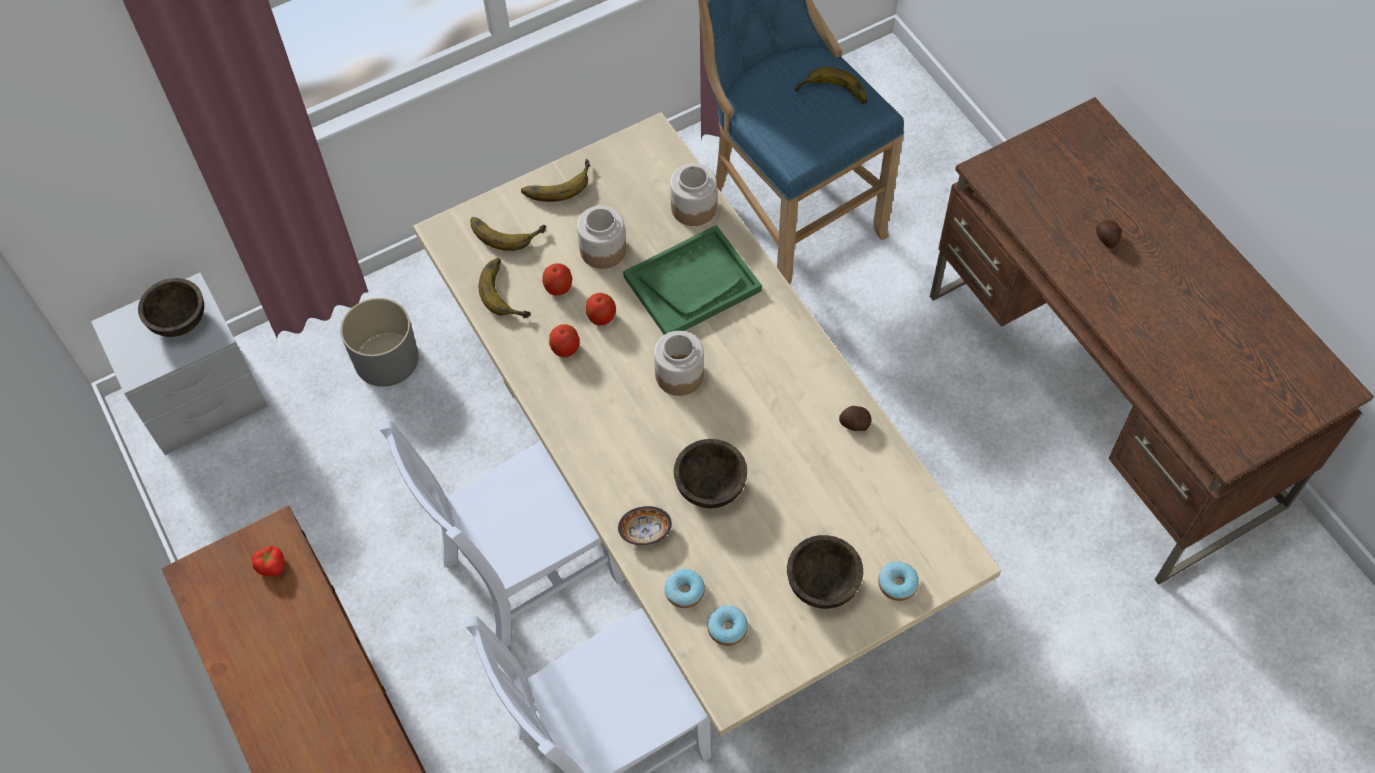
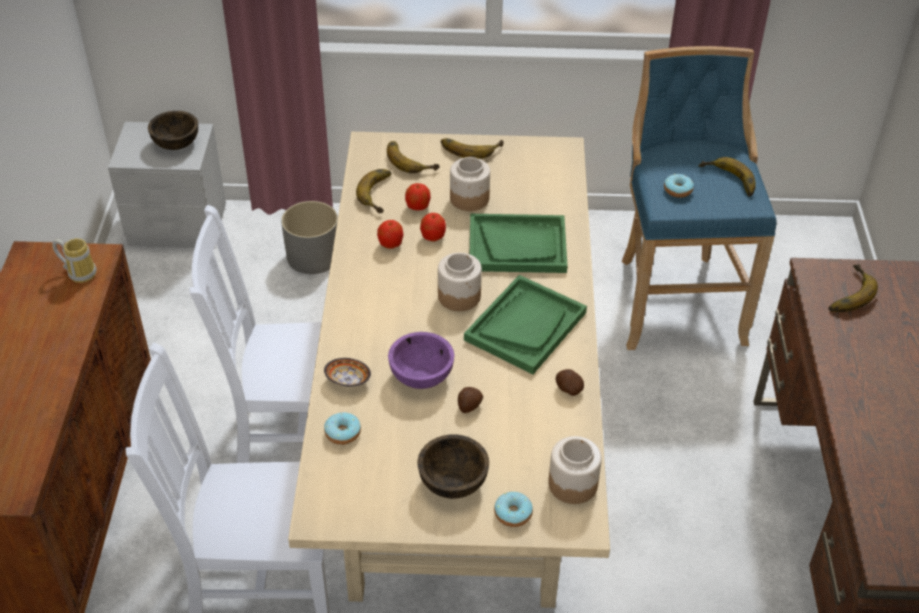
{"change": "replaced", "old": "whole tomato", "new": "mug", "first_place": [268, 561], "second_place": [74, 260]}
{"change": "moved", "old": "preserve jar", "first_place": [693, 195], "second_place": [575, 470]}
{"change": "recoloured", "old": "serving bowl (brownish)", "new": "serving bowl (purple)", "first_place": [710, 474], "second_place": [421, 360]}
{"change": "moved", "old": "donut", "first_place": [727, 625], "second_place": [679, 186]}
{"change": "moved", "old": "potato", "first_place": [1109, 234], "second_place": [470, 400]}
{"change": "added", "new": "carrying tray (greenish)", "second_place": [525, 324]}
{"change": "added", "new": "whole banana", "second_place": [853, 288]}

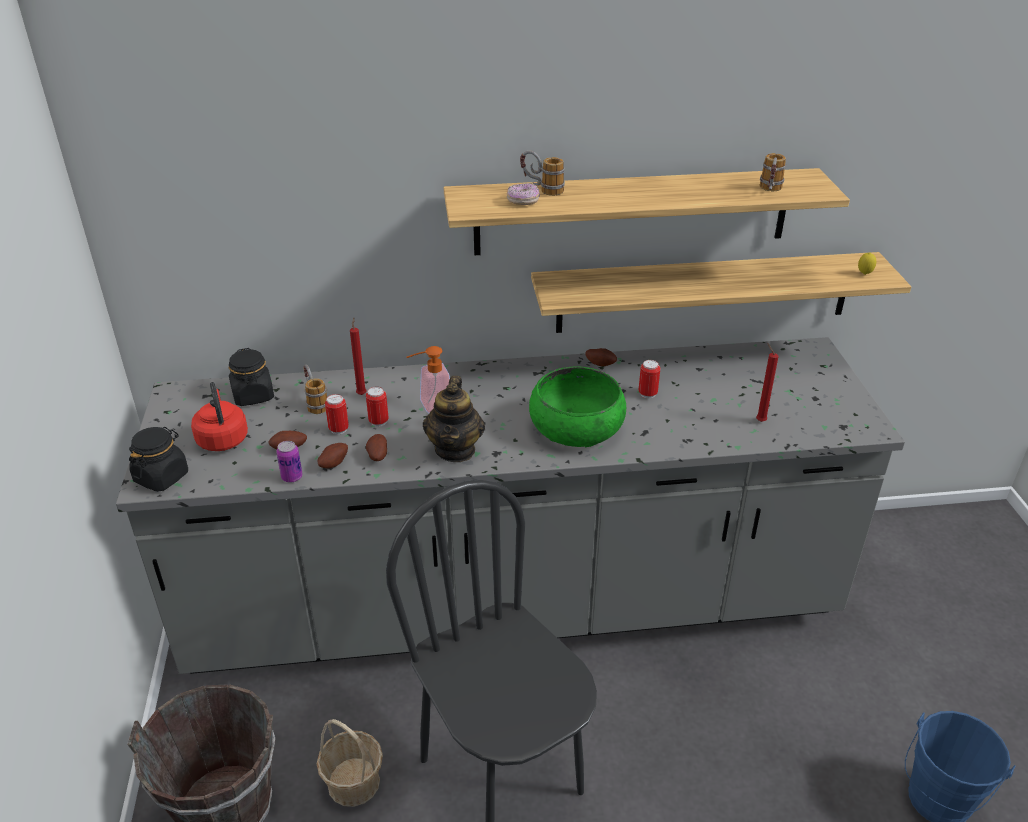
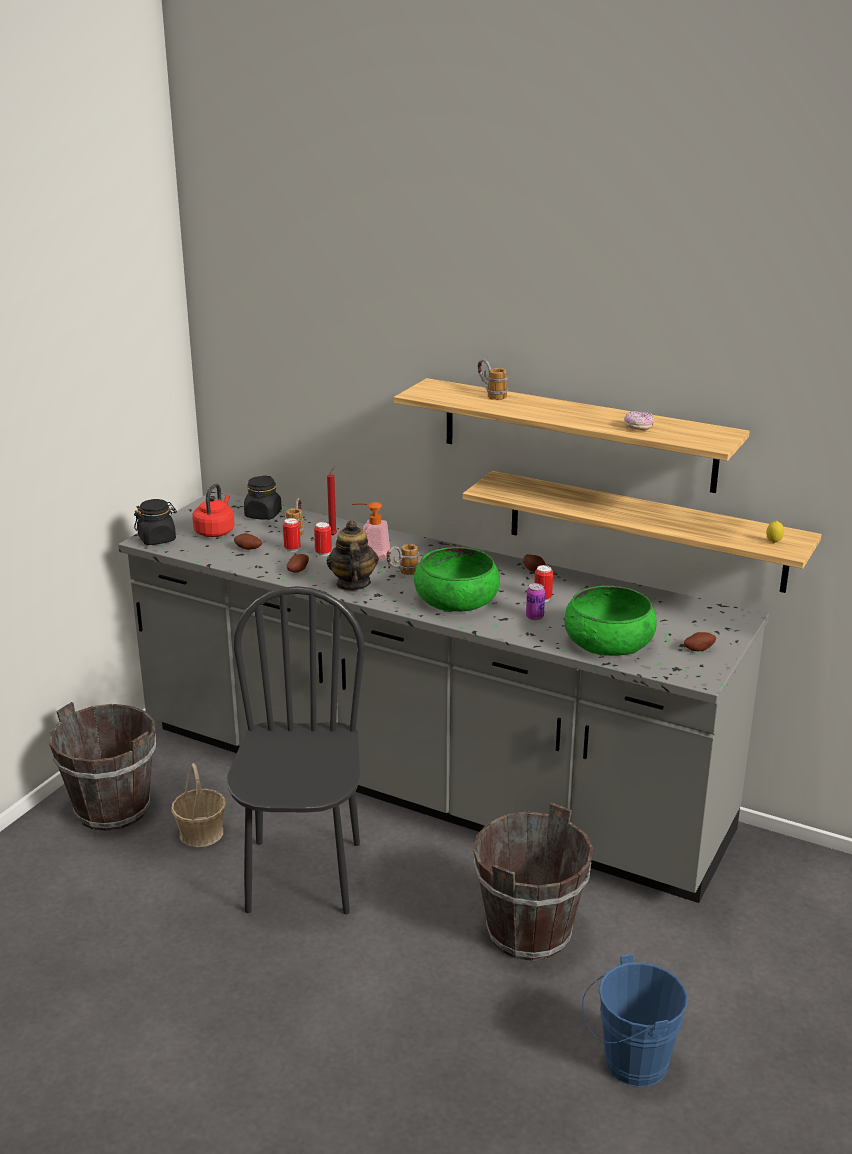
{"change": "moved", "old": "can", "first_place": [289, 461], "second_place": [535, 601]}
{"change": "moved", "old": "potato", "first_place": [332, 456], "second_place": [700, 641]}
{"change": "turned", "old": "pot for tea", "first_place": [454, 419], "second_place": [353, 555], "degrees": 135}
{"change": "moved", "old": "donut", "first_place": [523, 194], "second_place": [639, 420]}
{"change": "replaced", "old": "candle (red-coloured)", "new": "serving bowl (greenish)", "first_place": [767, 382], "second_place": [610, 621]}
{"change": "moved", "old": "mug", "first_place": [772, 172], "second_place": [402, 559]}
{"change": "added", "new": "water bucket (brownish)", "second_place": [533, 882]}

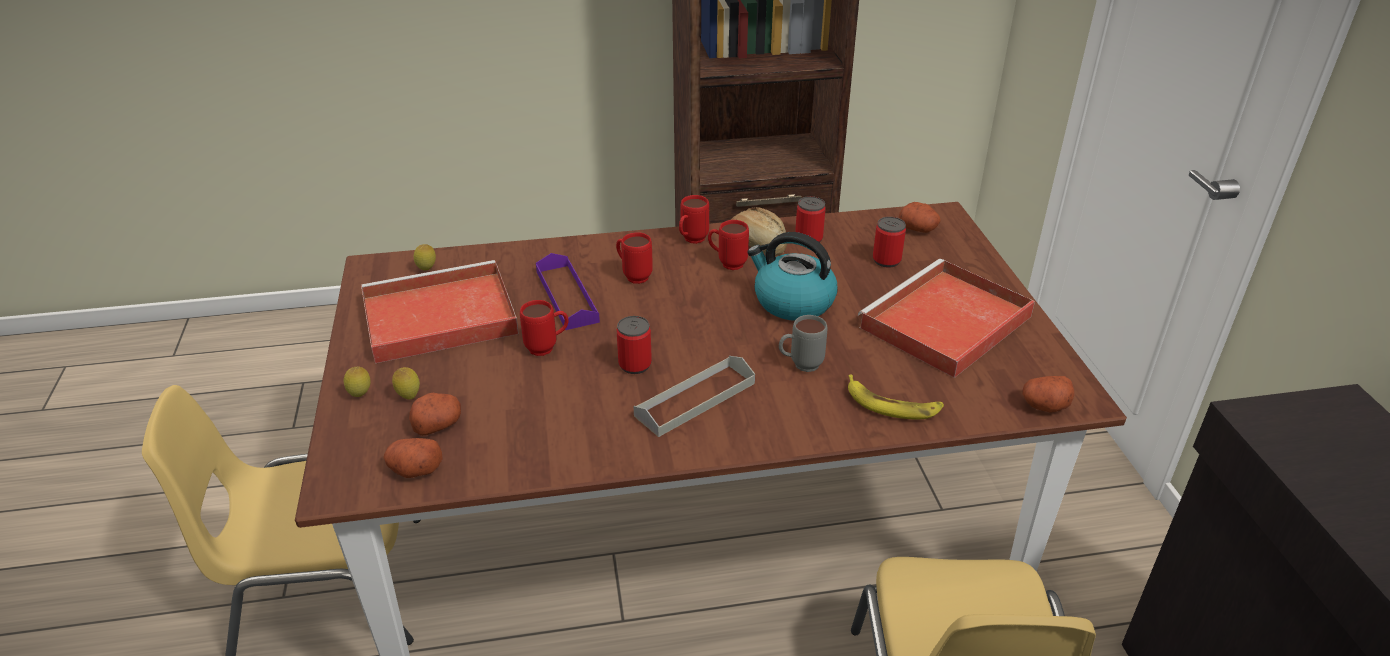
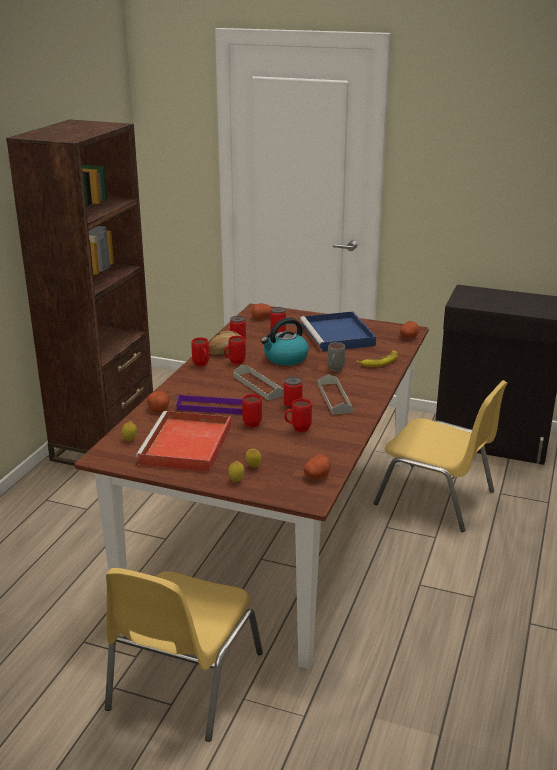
{"change": "moved", "old": "potato", "first_place": [435, 414], "second_place": [158, 401]}
{"change": "moved", "old": "mug (red-coloured)", "first_place": [634, 258], "second_place": [298, 415]}
{"change": "recoloured", "old": "carrying tray (red-coloured)", "new": "carrying tray (blue-coloured)", "first_place": [946, 318], "second_place": [338, 331]}
{"change": "added", "new": "carrying tray (greyish)", "second_place": [259, 382]}

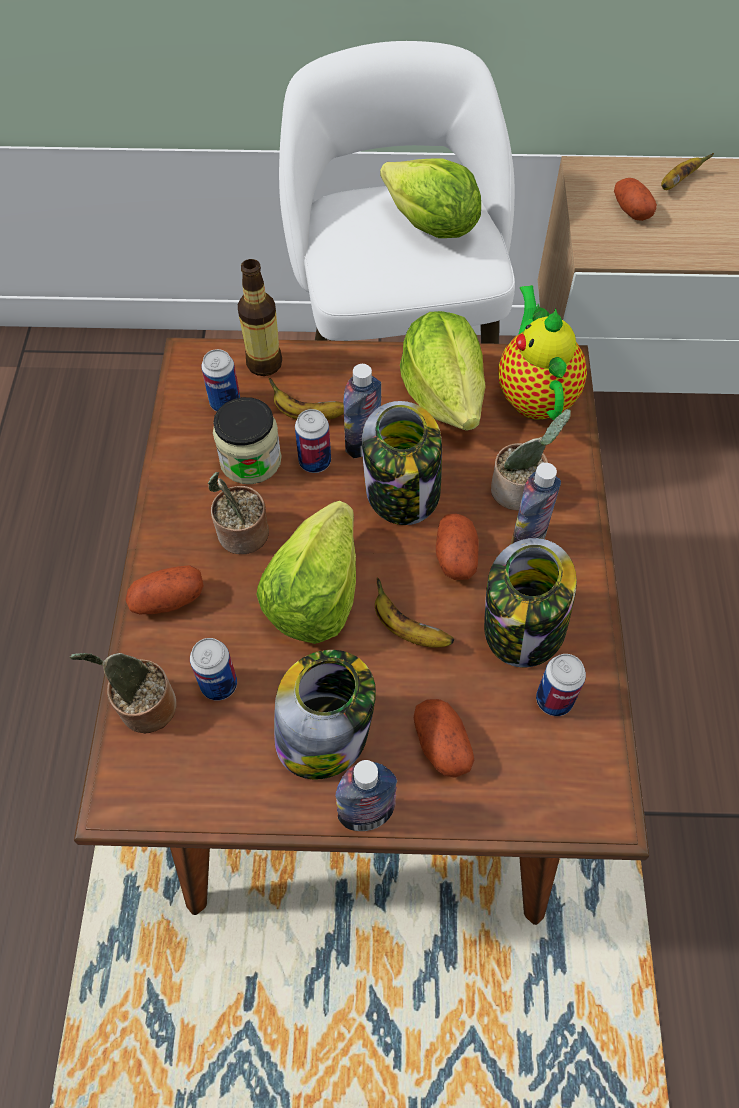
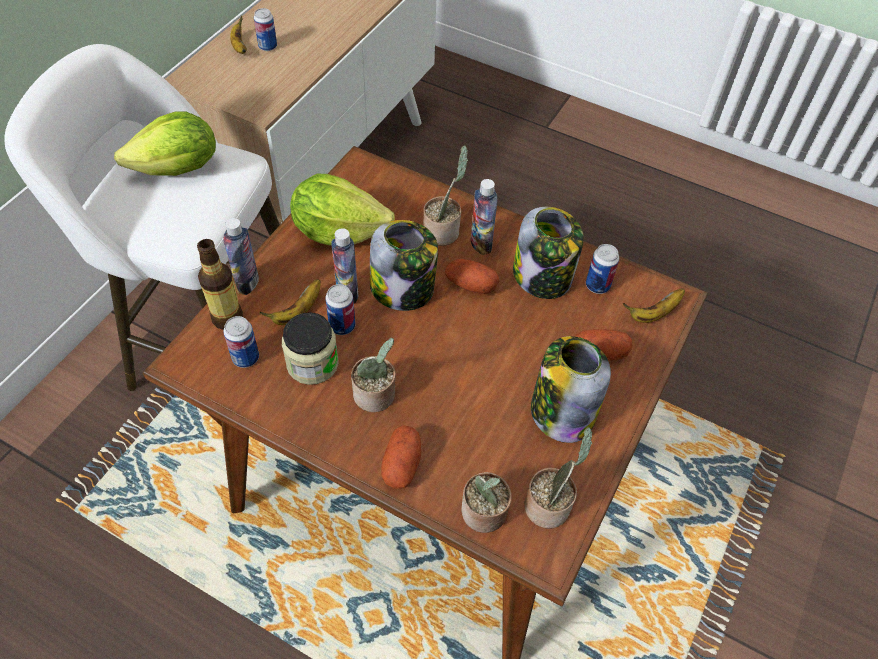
{"change": "moved", "old": "can", "first_place": [213, 669], "second_place": [265, 29]}
{"change": "removed", "old": "lettuce", "first_place": [306, 572]}
{"change": "moved", "old": "drink bottle", "first_place": [366, 795], "second_place": [241, 256]}
{"change": "moved", "old": "whole banana", "first_place": [414, 612], "second_place": [654, 305]}
{"change": "removed", "old": "pot for tea", "first_place": [542, 352]}
{"change": "removed", "old": "potato", "first_place": [635, 199]}
{"change": "added", "new": "plant in a pot", "second_place": [558, 478]}

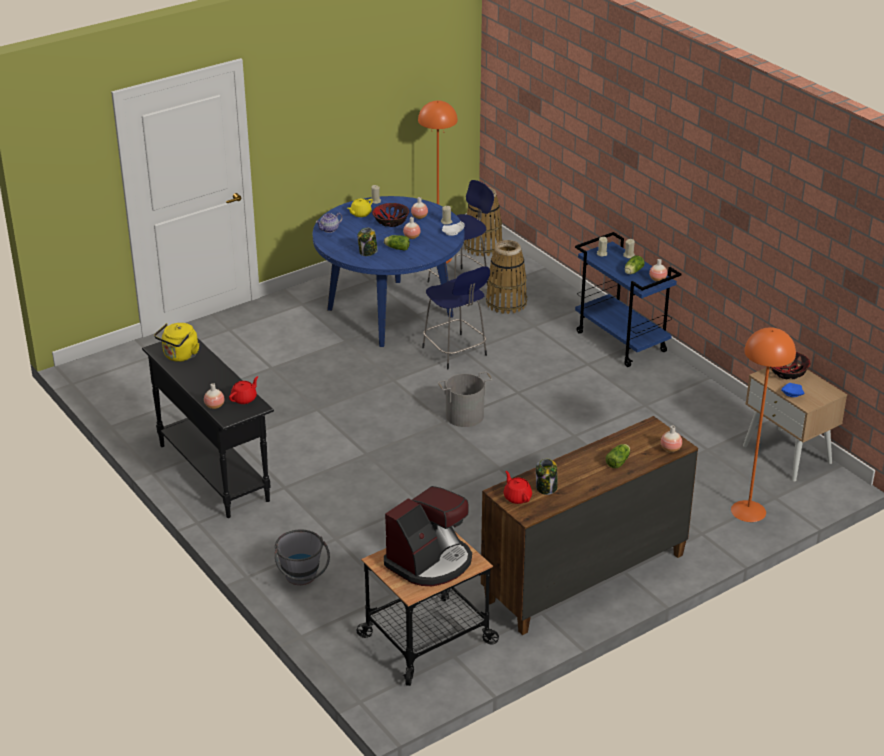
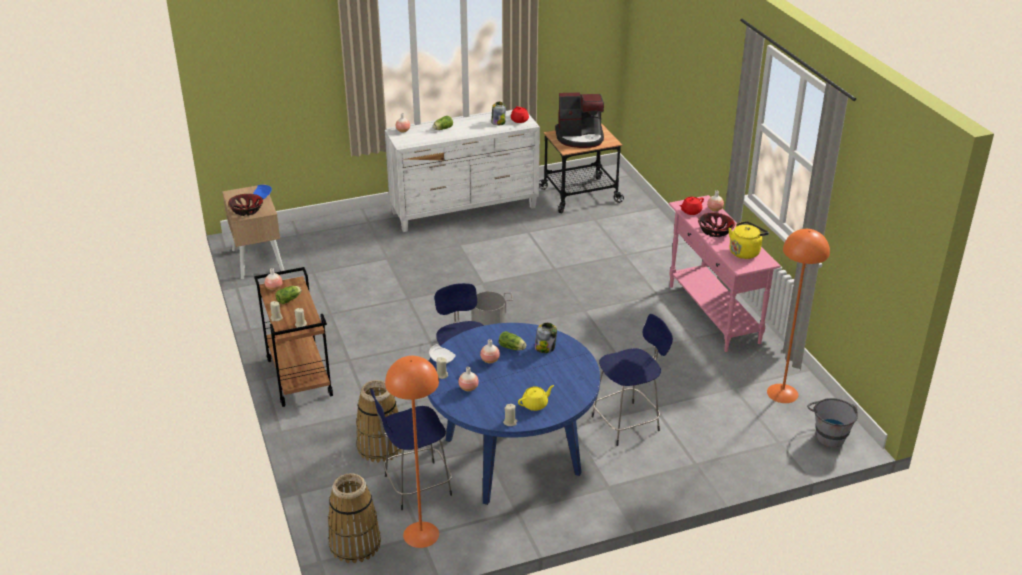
{"change": "recoloured", "old": "hall table (blackish)", "new": "hall table (pink-coloured)", "first_place": [208, 428], "second_place": [725, 273]}
{"change": "moved", "old": "water bucket (greyish)", "first_place": [302, 557], "second_place": [832, 422]}
{"change": "removed", "old": "pot for tea", "first_place": [329, 223]}
{"change": "moved", "old": "serving bowl", "first_place": [390, 215], "second_place": [716, 224]}
{"change": "turned", "old": "coffee brewer", "first_place": [428, 536], "second_place": [579, 120], "degrees": -150}
{"change": "recoloured", "old": "chest of drawers (brownish)", "new": "chest of drawers (white-coloured)", "first_place": [589, 525], "second_place": [462, 171]}
{"change": "recoloured", "old": "trolley (blue-coloured)", "new": "trolley (brownish)", "first_place": [628, 299], "second_place": [293, 337]}
{"change": "moved", "old": "standing lamp (orange)", "first_place": [763, 424], "second_place": [798, 316]}
{"change": "added", "new": "sitting stool (blue-coloured)", "second_place": [632, 380]}

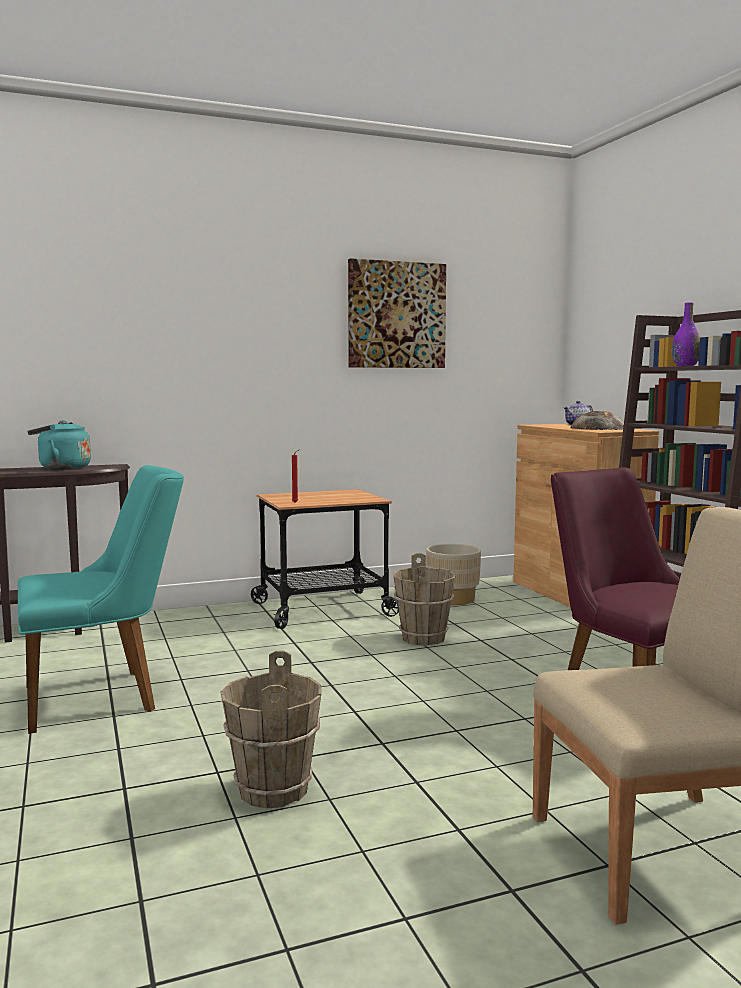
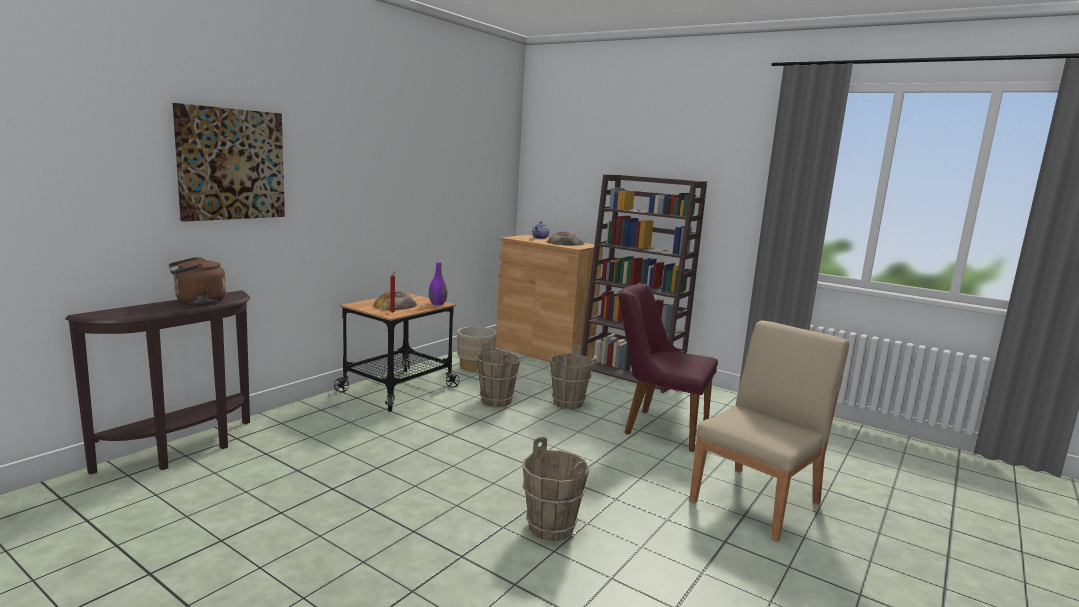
{"change": "removed", "old": "chair (turquoise)", "first_place": [101, 599]}
{"change": "recoloured", "old": "tea kettle (turquoise)", "new": "tea kettle (brownish)", "first_place": [59, 445], "second_place": [197, 280]}
{"change": "moved", "old": "wall art", "first_place": [397, 313], "second_place": [229, 162]}
{"change": "moved", "old": "decorative vase (purple)", "first_place": [686, 334], "second_place": [438, 283]}
{"change": "added", "new": "bakery bread", "second_place": [395, 300]}
{"change": "added", "new": "water bucket (brownish)", "second_place": [571, 376]}

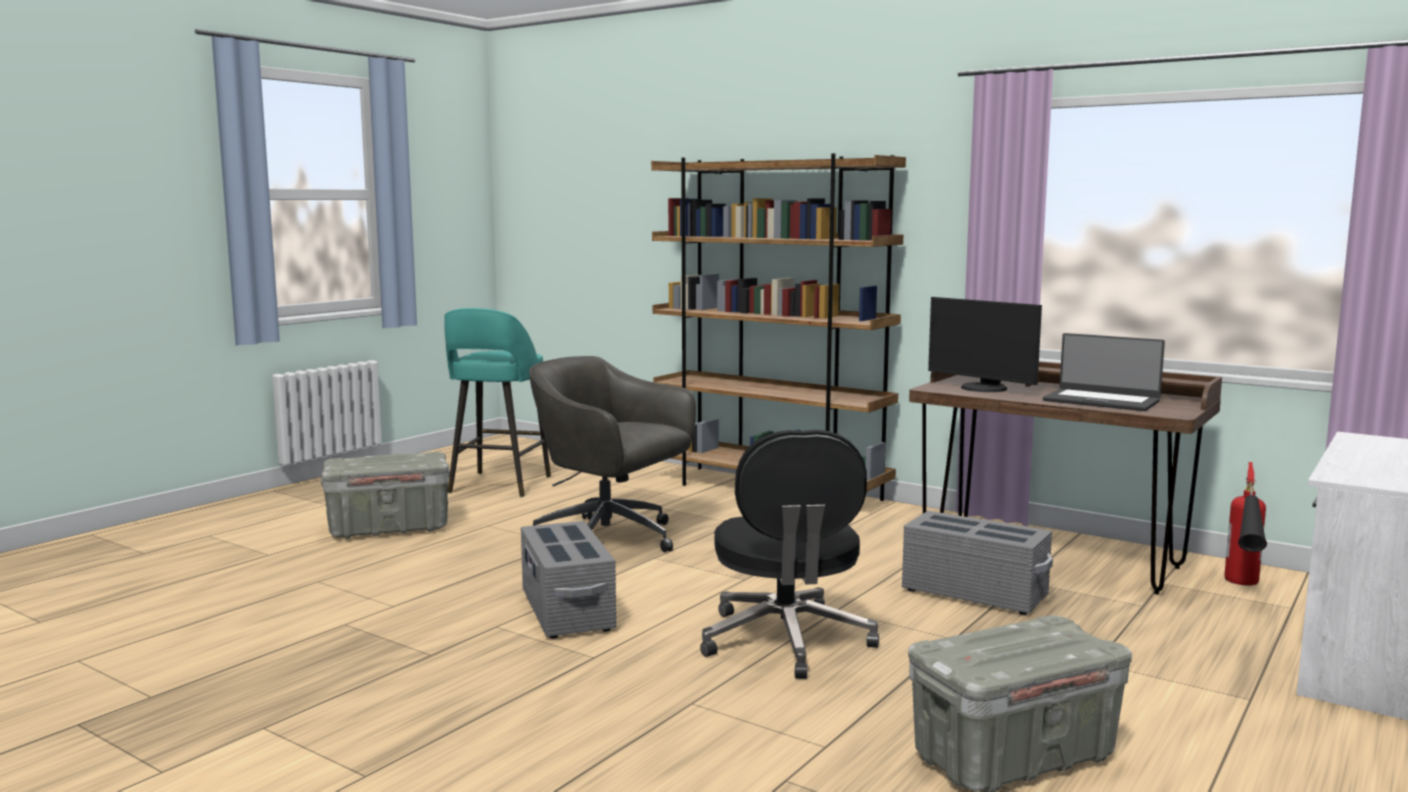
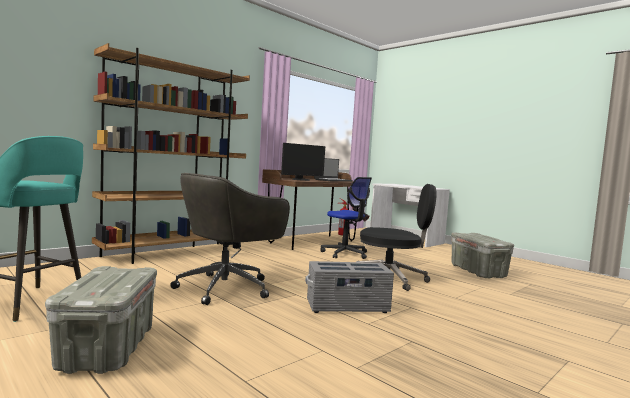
{"change": "replaced", "old": "storage container (greyish)", "new": "computer chair", "first_place": [977, 563], "second_place": [346, 218]}

